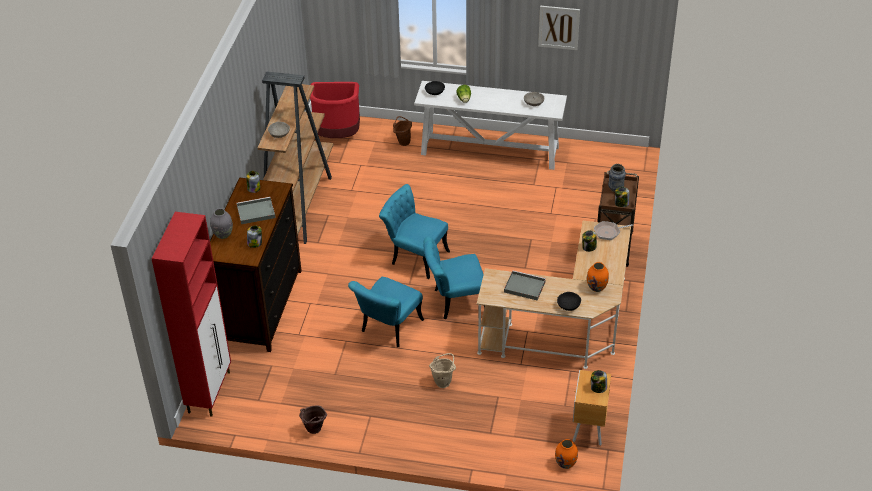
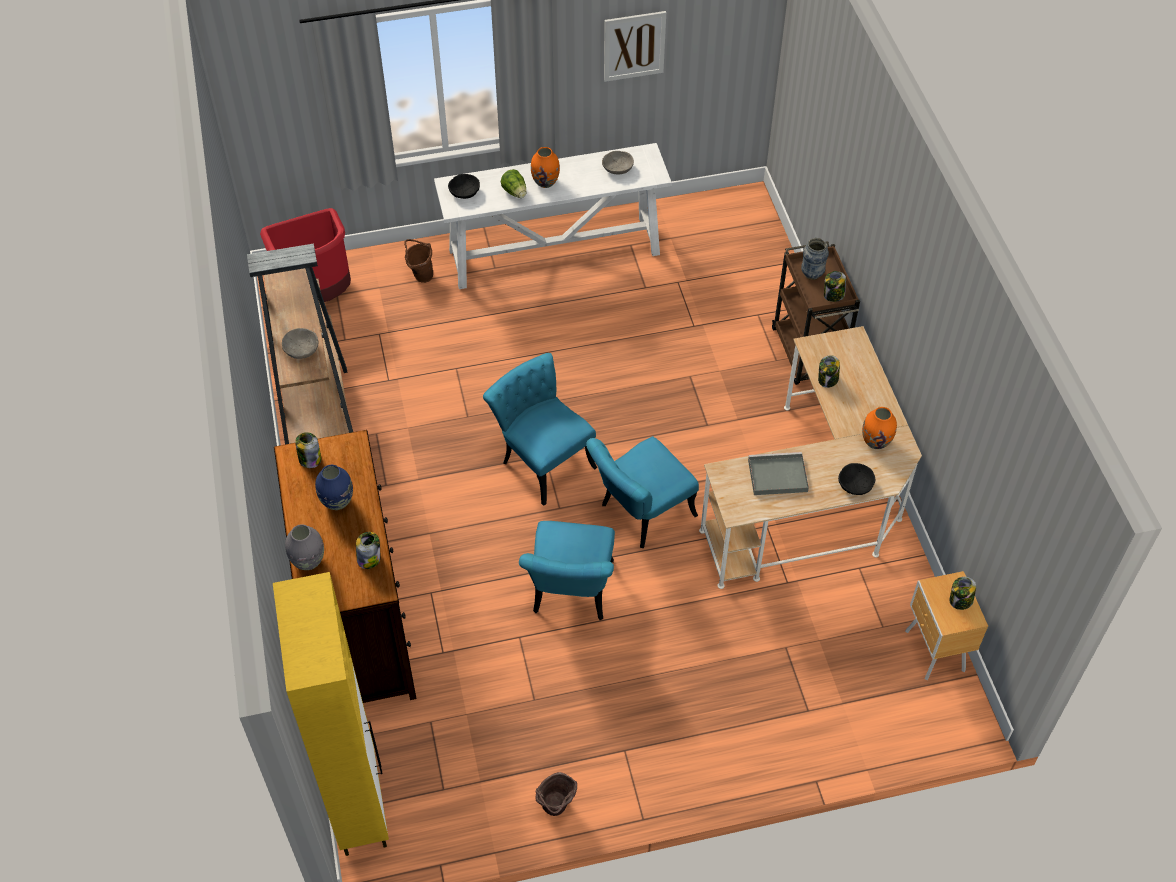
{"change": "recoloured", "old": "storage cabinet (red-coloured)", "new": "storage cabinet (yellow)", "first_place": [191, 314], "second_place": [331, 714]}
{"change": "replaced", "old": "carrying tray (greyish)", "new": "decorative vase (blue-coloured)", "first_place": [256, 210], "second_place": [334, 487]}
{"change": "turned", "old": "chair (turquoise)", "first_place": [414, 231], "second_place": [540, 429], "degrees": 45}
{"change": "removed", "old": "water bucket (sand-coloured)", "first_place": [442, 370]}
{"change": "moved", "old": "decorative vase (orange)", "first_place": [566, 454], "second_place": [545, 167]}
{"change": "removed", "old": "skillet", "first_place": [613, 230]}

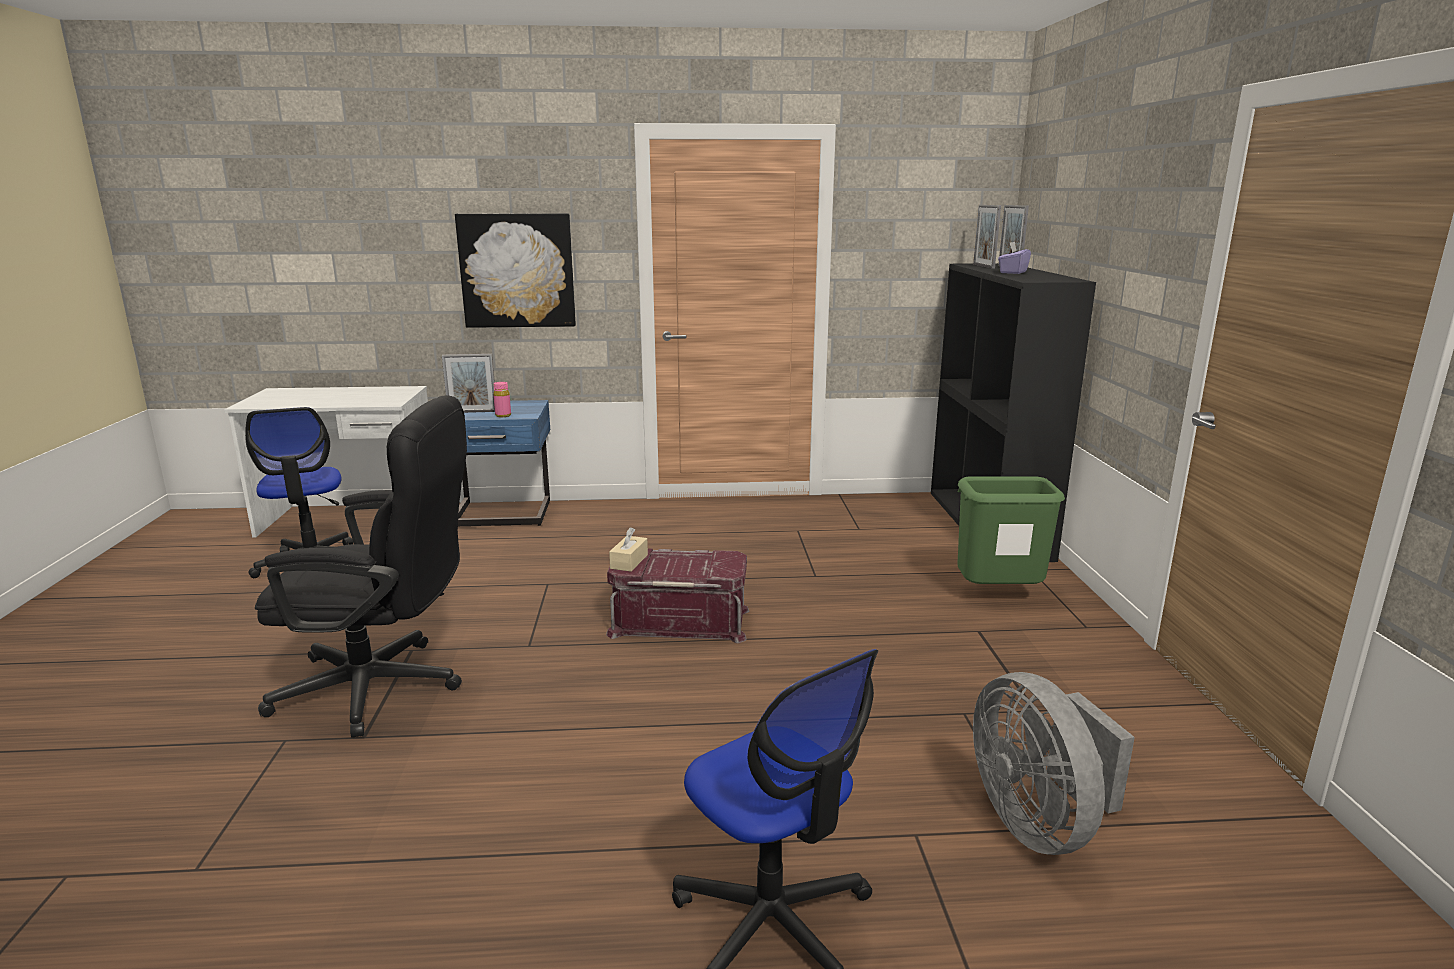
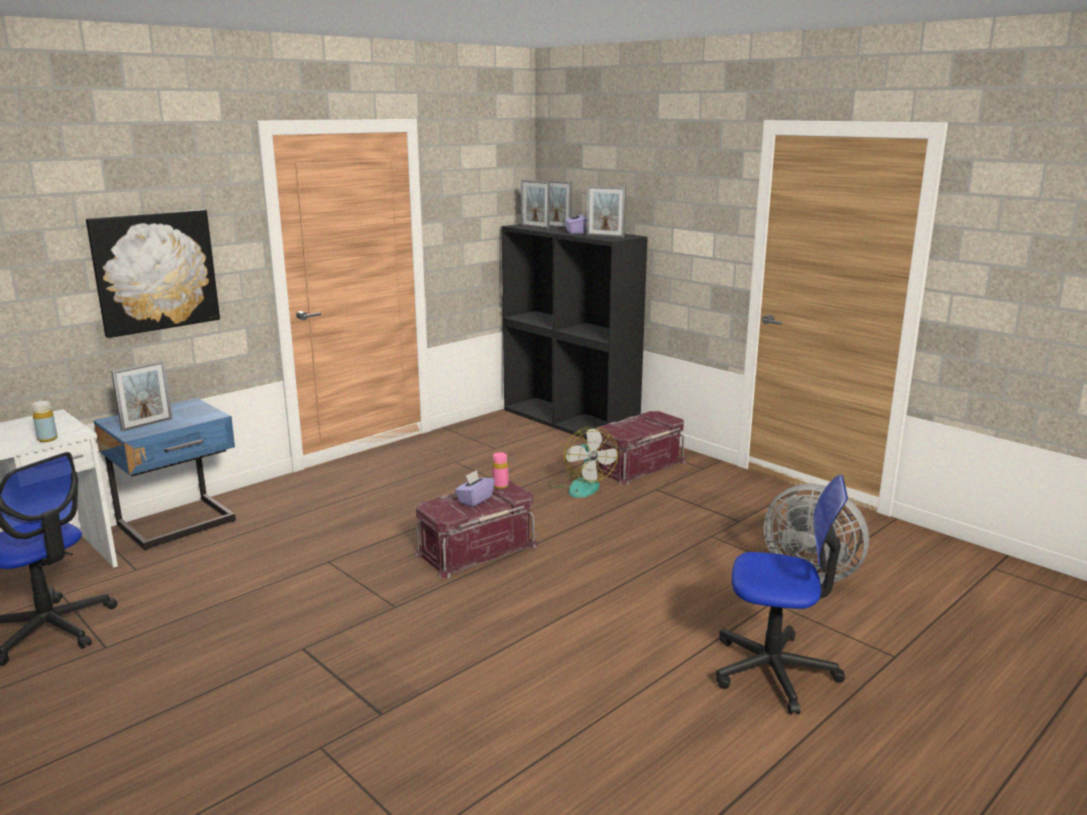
{"change": "removed", "old": "computer chair (blackish)", "first_place": [361, 566]}
{"change": "moved", "old": "drink bottle (pink-coloured)", "first_place": [502, 399], "second_place": [500, 470]}
{"change": "removed", "old": "tissue box (sand-coloured)", "first_place": [628, 550]}
{"change": "replaced", "old": "waste bin (greenish)", "new": "storage container (red-coloured)", "first_place": [1011, 530], "second_place": [641, 448]}
{"change": "added", "new": "drink bottle (yellow)", "second_place": [45, 421]}
{"change": "added", "new": "tissue box (purple)", "second_place": [475, 488]}
{"change": "added", "new": "fan", "second_place": [582, 462]}
{"change": "added", "new": "picture frame", "second_place": [606, 212]}

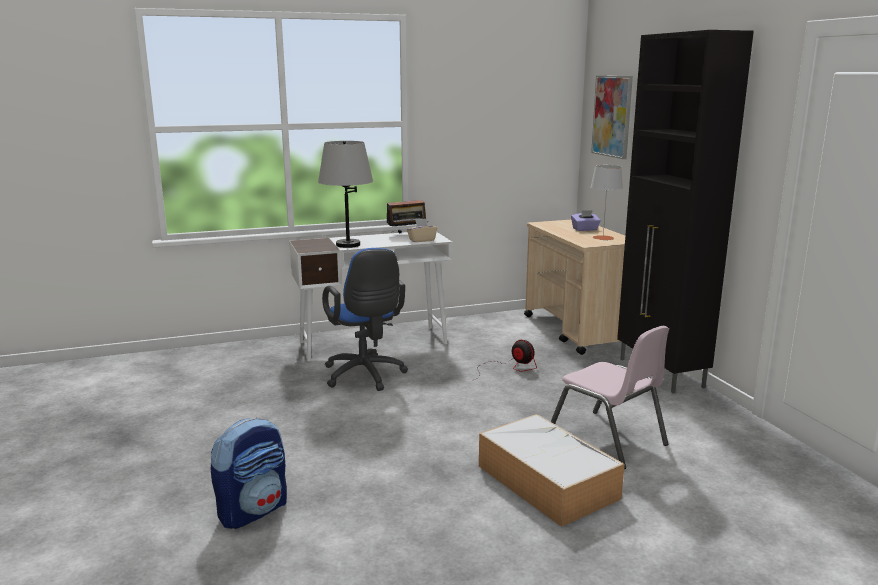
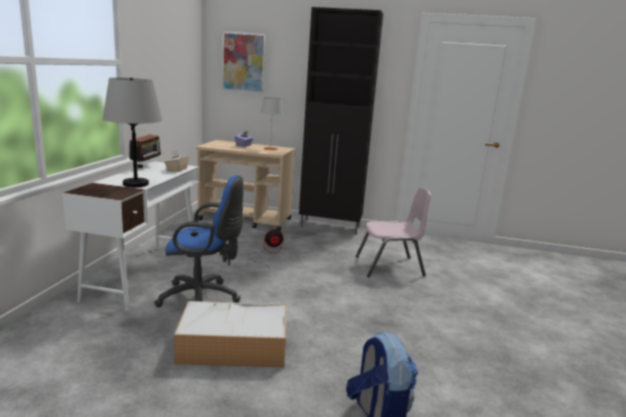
{"change": "moved", "old": "storage container", "first_place": [551, 470], "second_place": [230, 334]}

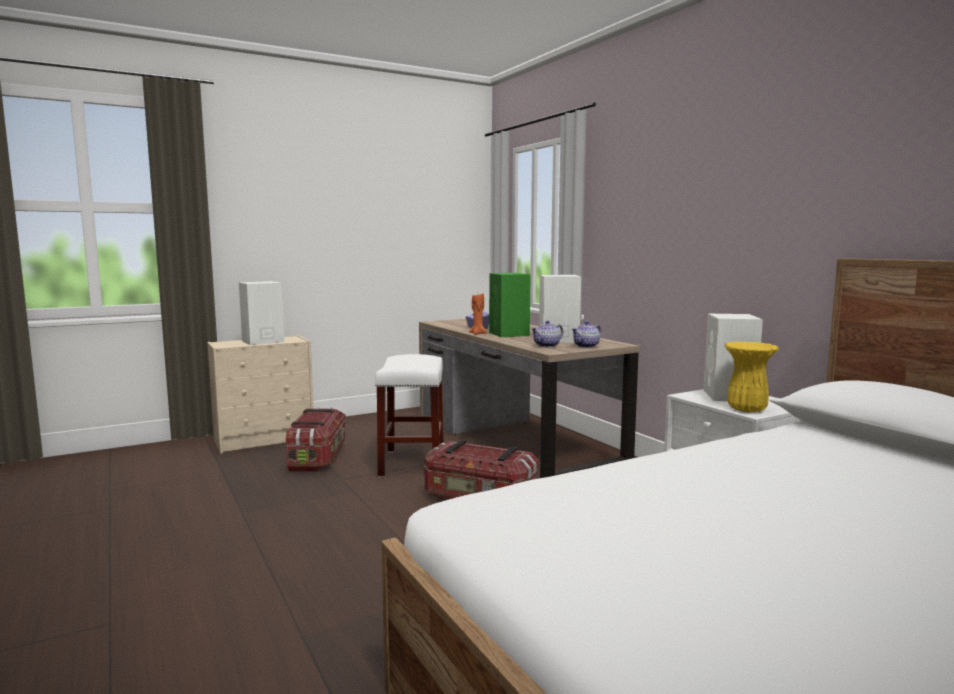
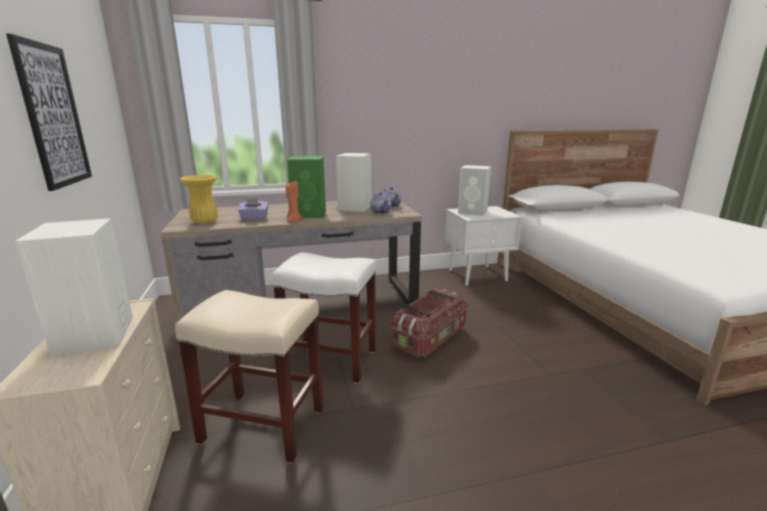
{"change": "replaced", "old": "storage container", "new": "sitting stool (sand-coloured)", "first_place": [316, 440], "second_place": [249, 377]}
{"change": "moved", "old": "decorative vase (yellow)", "first_place": [751, 377], "second_place": [199, 199]}
{"change": "added", "new": "wall art", "second_place": [49, 112]}

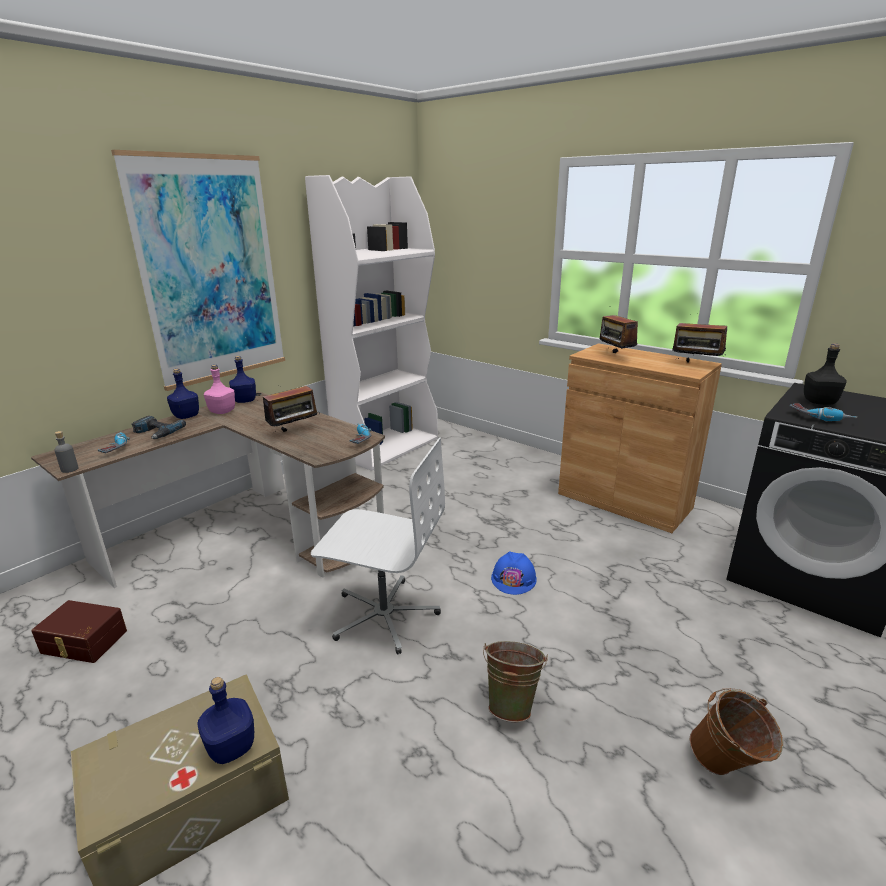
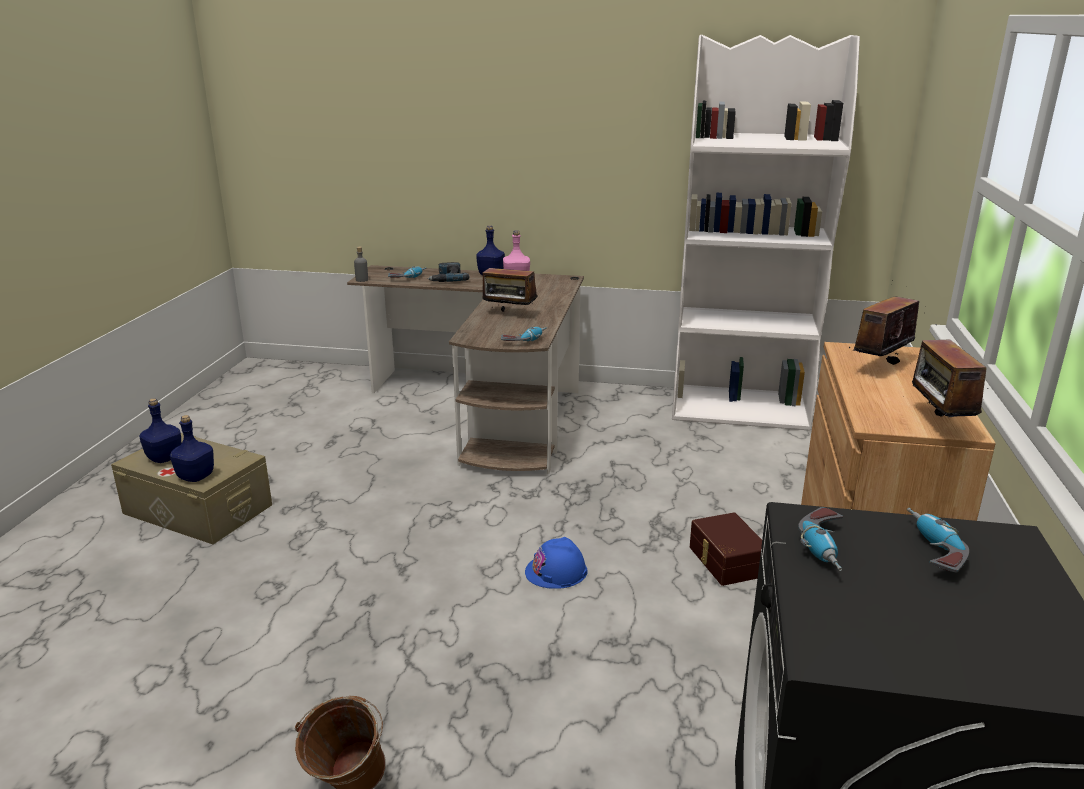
{"change": "moved", "old": "storage container (brownish)", "first_place": [79, 631], "second_place": [726, 549]}
{"change": "removed", "old": "wall art", "first_place": [198, 270]}
{"change": "moved", "old": "drink bottle (blue-coloured)", "first_place": [242, 379], "second_place": [160, 430]}
{"change": "removed", "old": "computer chair (white-coloured)", "first_place": [378, 545]}
{"change": "removed", "old": "water bucket (greenish)", "first_place": [515, 681]}
{"change": "replaced", "old": "drink bottle (blackish)", "new": "electric drill", "first_place": [825, 374], "second_place": [938, 540]}

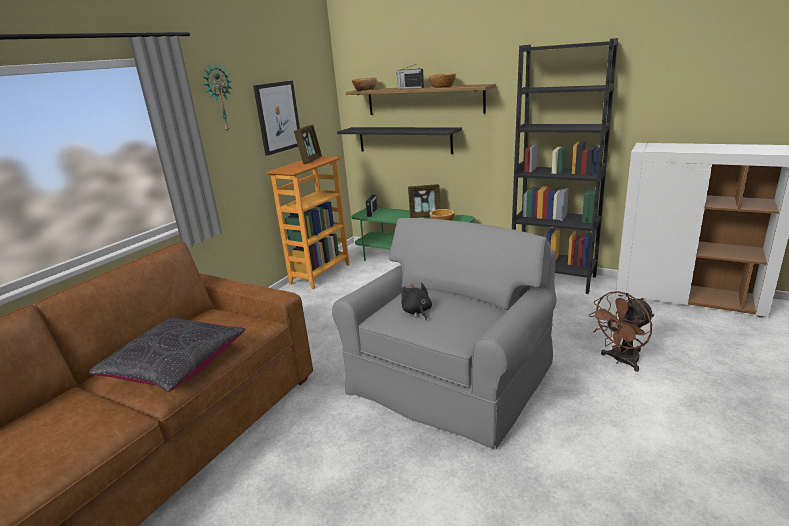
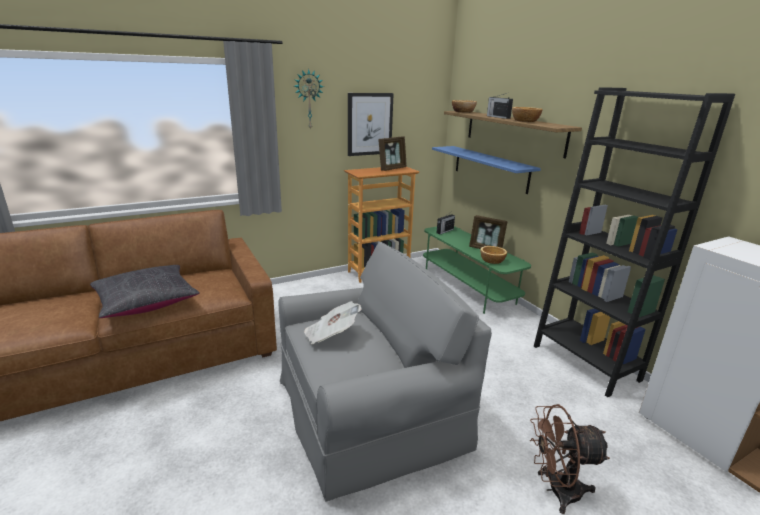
{"change": "recoloured", "old": "wall shelf (blackish)", "new": "wall shelf (blue-coloured)", "first_place": [399, 140], "second_place": [486, 170]}
{"change": "replaced", "old": "plush toy (blackish)", "new": "newspaper", "first_place": [416, 302], "second_place": [333, 323]}

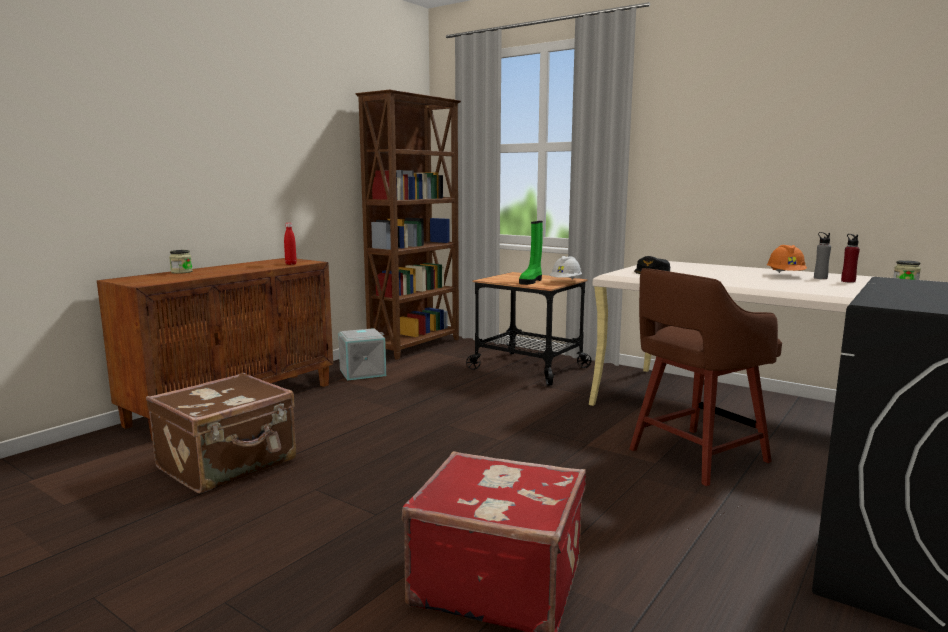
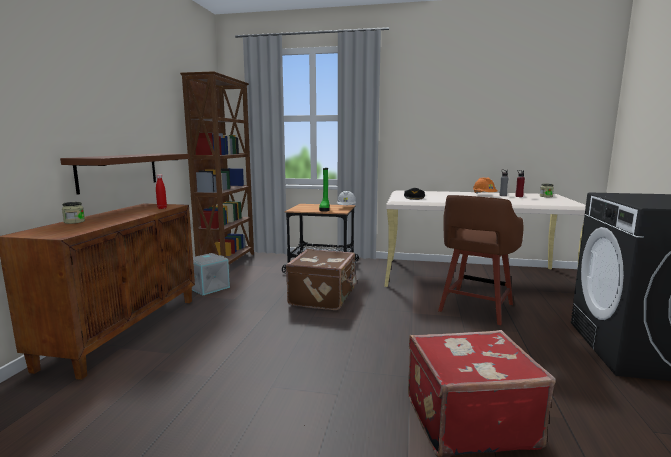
{"change": "moved", "old": "travel case (brownish)", "first_place": [221, 433], "second_place": [321, 279]}
{"change": "added", "new": "wall shelf (brownish)", "second_place": [125, 174]}

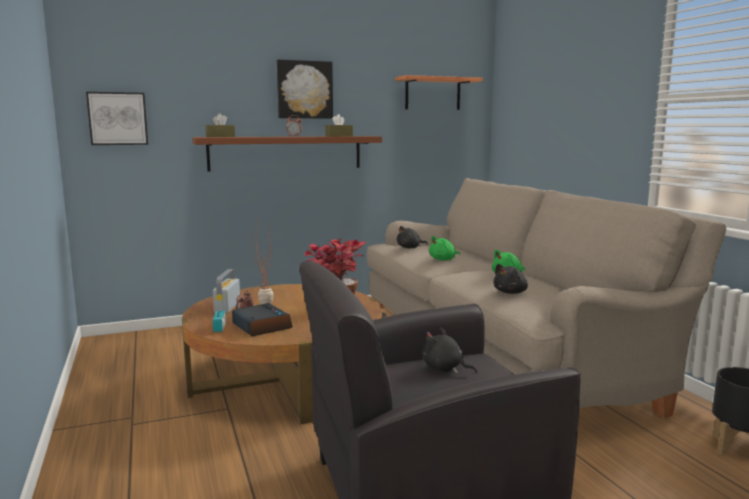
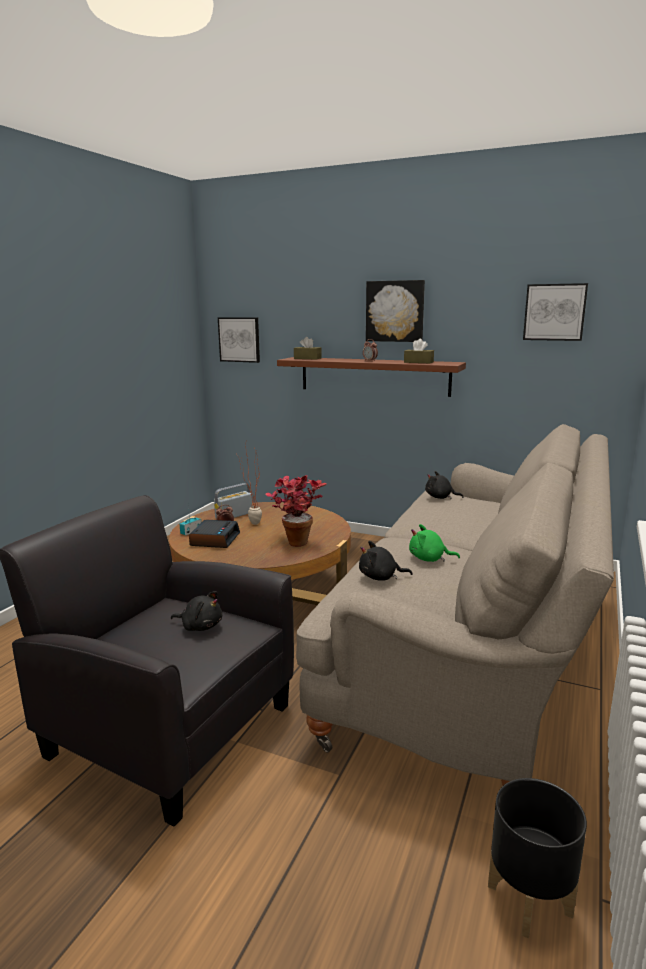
{"change": "replaced", "old": "wall shelf", "new": "wall art", "first_place": [439, 92], "second_place": [555, 312]}
{"change": "turned", "old": "plush toy (blackish)", "first_place": [450, 351], "second_place": [196, 611], "degrees": 120}
{"change": "removed", "old": "plush toy (greenish)", "first_place": [444, 248]}

